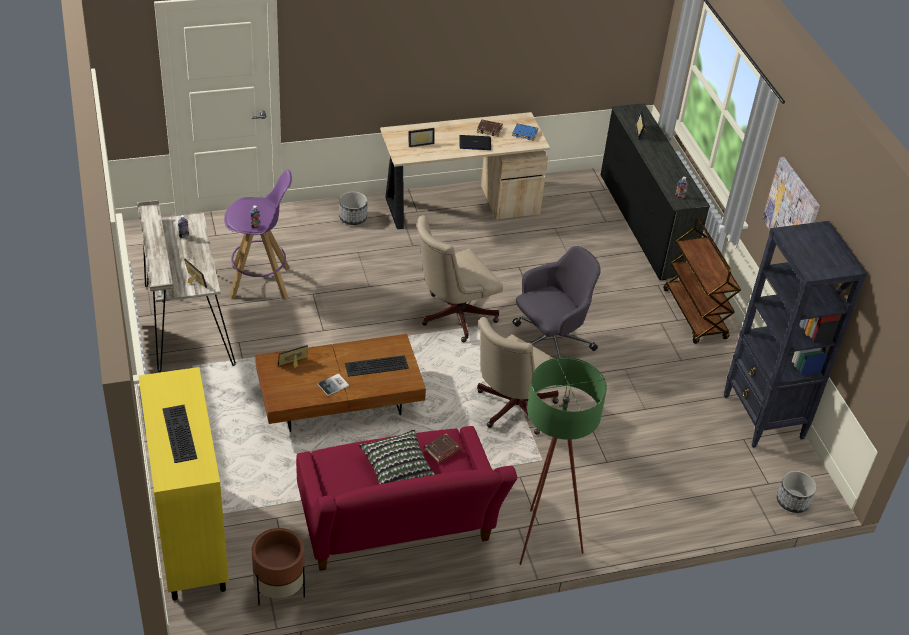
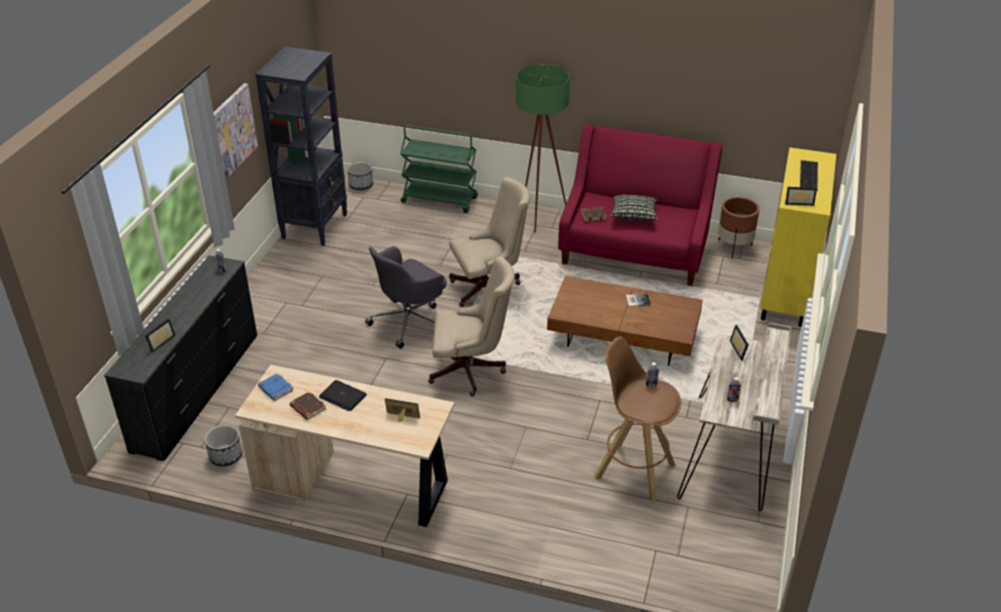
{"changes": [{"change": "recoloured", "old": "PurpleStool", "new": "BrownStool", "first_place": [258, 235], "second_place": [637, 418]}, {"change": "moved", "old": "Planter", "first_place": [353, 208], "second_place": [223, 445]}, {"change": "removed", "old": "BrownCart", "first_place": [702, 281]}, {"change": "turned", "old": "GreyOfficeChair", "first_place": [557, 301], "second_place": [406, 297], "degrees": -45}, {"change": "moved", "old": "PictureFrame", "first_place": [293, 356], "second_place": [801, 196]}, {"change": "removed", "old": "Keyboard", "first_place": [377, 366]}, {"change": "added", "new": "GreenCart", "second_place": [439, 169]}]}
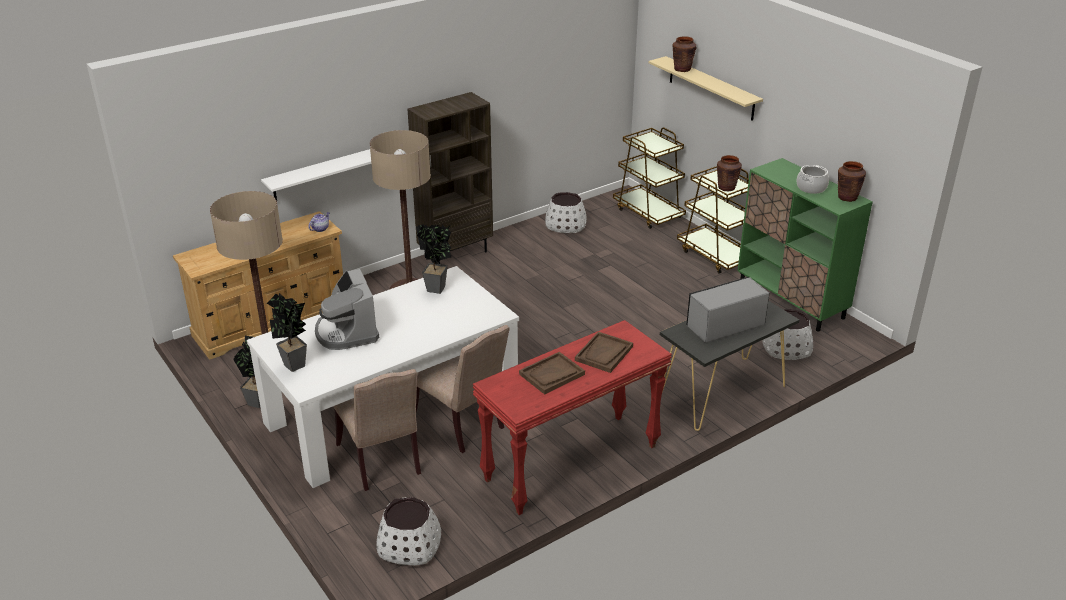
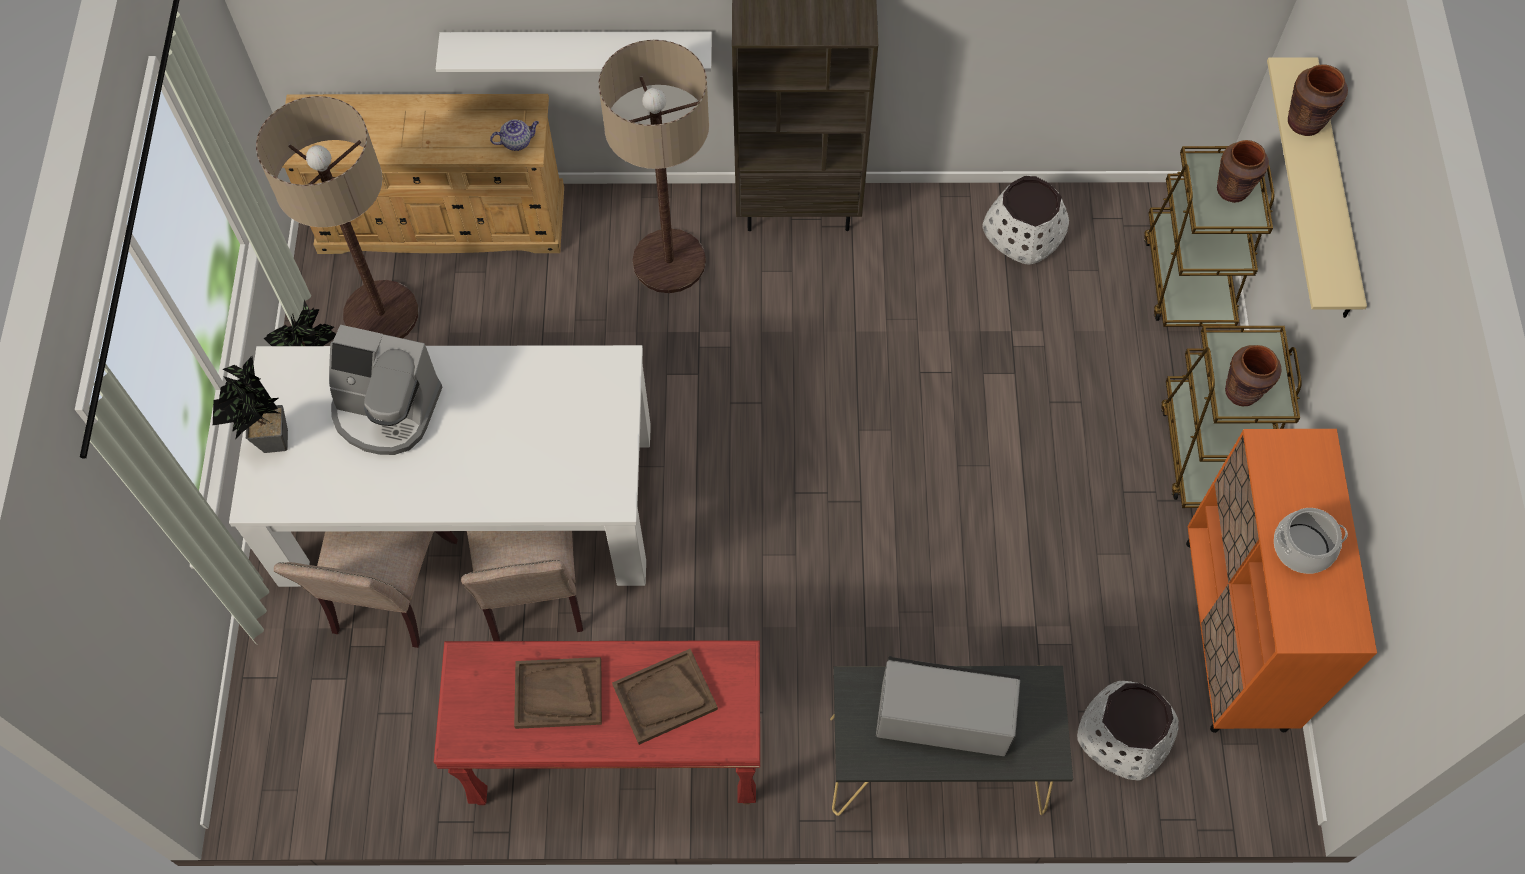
{"changes": [{"change": "recoloured", "old": "GreenCabinet", "new": "OrangeCabinet", "first_place": [805, 245], "second_place": [1281, 581]}, {"change": "moved", "old": "BrownVase", "first_place": [852, 181], "second_place": [1243, 171]}, {"change": "removed", "old": "PottedPlant", "first_place": [434, 259]}, {"change": "turned", "old": "CoffeeMachine", "first_place": [347, 309], "second_place": [385, 390], "degrees": -90}, {"change": "removed", "old": "WhitePlanter", "first_place": [408, 531]}]}
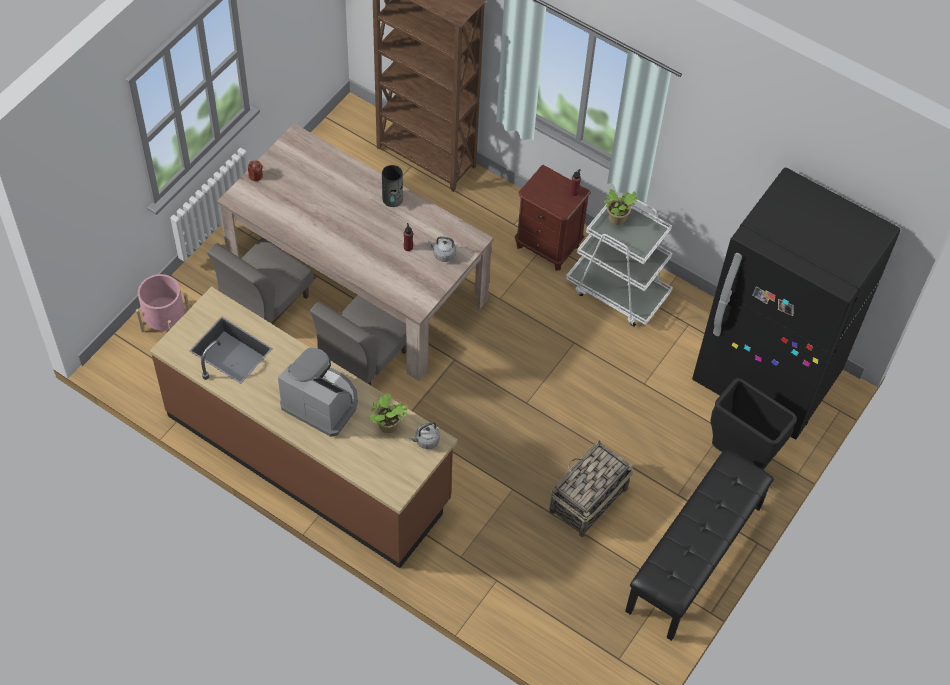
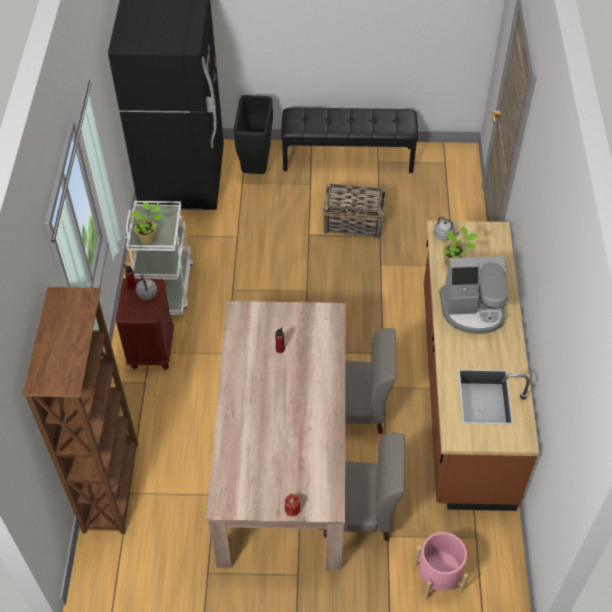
{"changes": [{"change": "removed", "old": "Vase", "first_place": [392, 186]}, {"change": "moved", "old": "GreyKettle", "first_place": [442, 249], "second_place": [146, 287]}, {"change": "turned", "old": "CoffeeMachine", "first_place": [318, 392], "second_place": [474, 295], "degrees": -90}]}
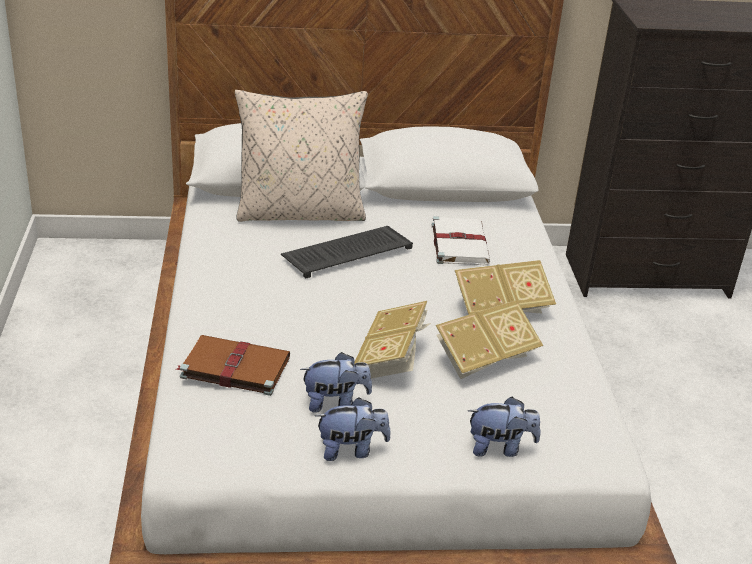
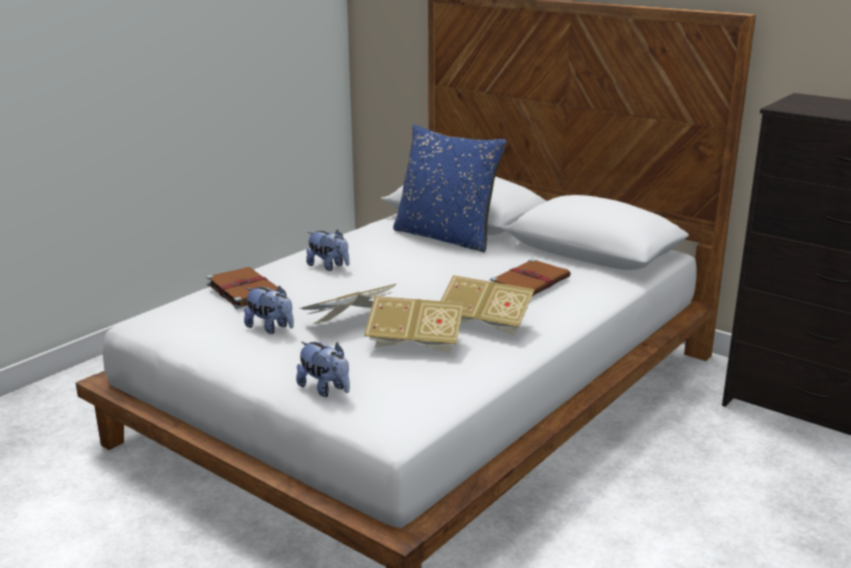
{"changes": [{"change": "recoloured", "old": "BeigePillow", "new": "BluePillow", "first_place": [301, 156], "second_place": [450, 188]}, {"change": "recoloured", "old": "WhiteBook", "new": "BrownBook", "first_place": [461, 240], "second_place": [530, 277]}, {"change": "removed", "old": "Keyboard", "first_place": [347, 252]}, {"change": "moved", "old": "PlushToy", "first_place": [352, 429], "second_place": [327, 250]}]}
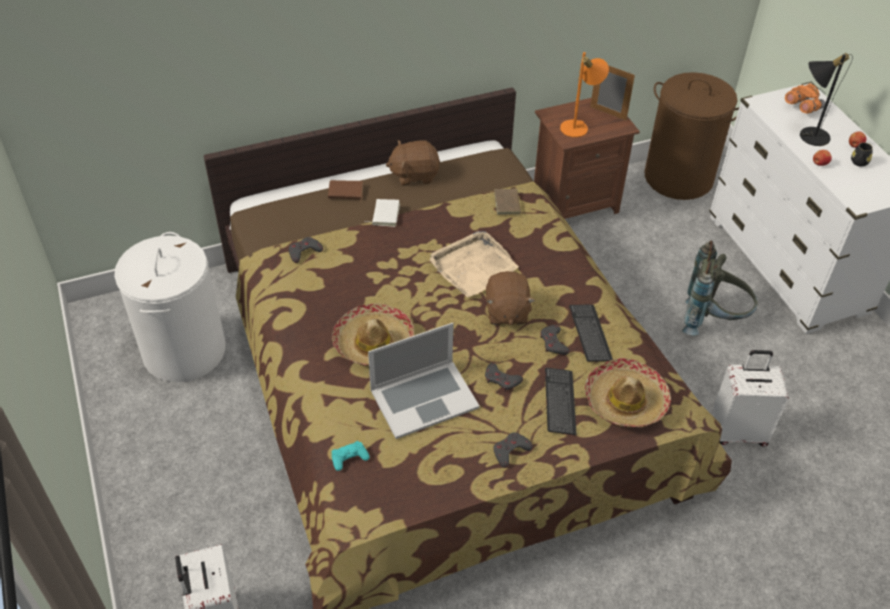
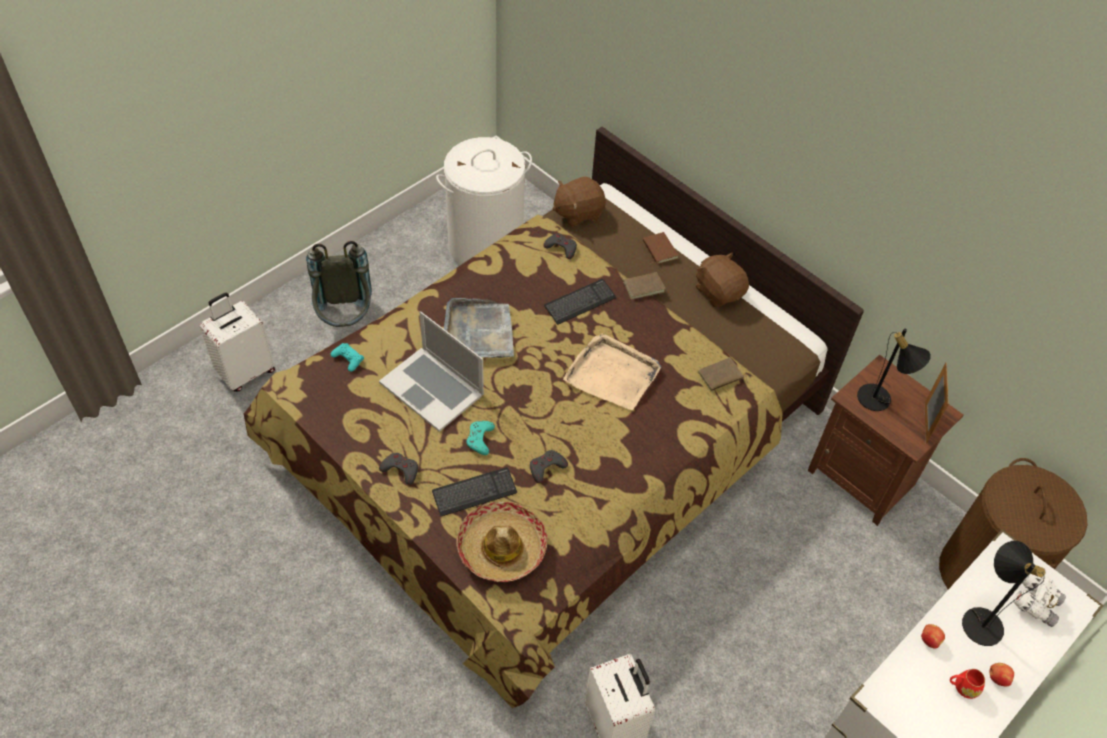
{"changes": [{"change": "recoloured", "old": "OrangeTableLamp", "new": "BlackTableLamp", "first_place": [584, 94], "second_place": [894, 369]}, {"change": "recoloured", "old": "OrangeBinoculars", "new": "WhiteBinoculars", "first_place": [805, 98], "second_place": [1039, 600]}, {"change": "recoloured", "old": "BlackMug", "new": "RedMug", "first_place": [862, 155], "second_place": [967, 684]}, {"change": "recoloured", "old": "WhiteBook", "new": "BrownBook", "first_place": [382, 213], "second_place": [643, 285]}, {"change": "moved", "old": "GreyBackpack", "first_place": [720, 287], "second_place": [339, 284]}, {"change": "moved", "old": "BrownPlushToy", "first_place": [510, 298], "second_place": [579, 202]}, {"change": "replaced", "old": "Hat", "new": "GreyTray", "first_place": [373, 334], "second_place": [479, 328]}, {"change": "moved", "old": "Keyboard", "first_place": [591, 333], "second_place": [580, 302]}, {"change": "recoloured", "old": "GreyGameController", "new": "TurquoiseGameController", "first_place": [504, 377], "second_place": [480, 438]}]}
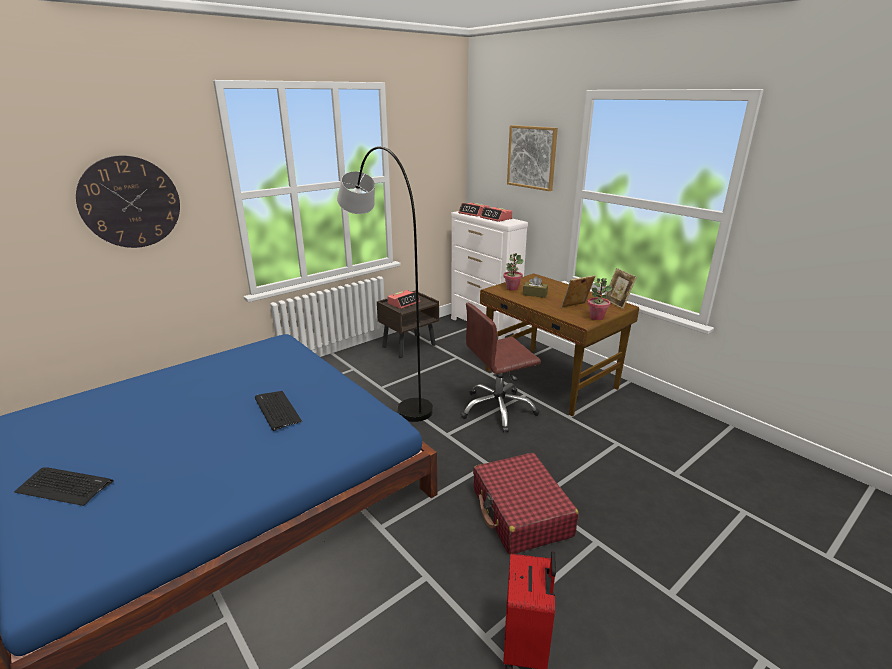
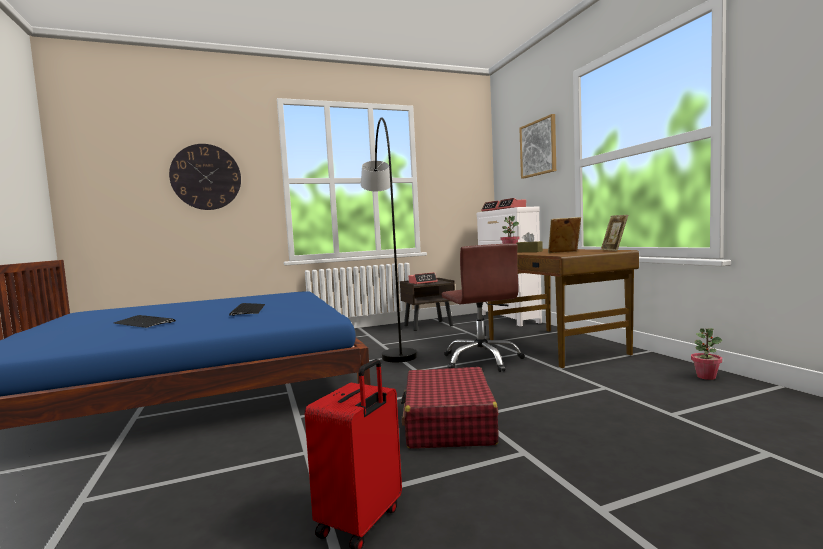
{"changes": [{"change": "moved", "old": "PottedPlant", "first_place": [599, 299], "second_place": [707, 354]}, {"change": "turned", "old": "BrownOfficeChair", "first_place": [501, 368], "second_place": [483, 307], "degrees": -105}, {"change": "moved", "old": "Keyboard", "first_place": [64, 486], "second_place": [145, 321]}]}
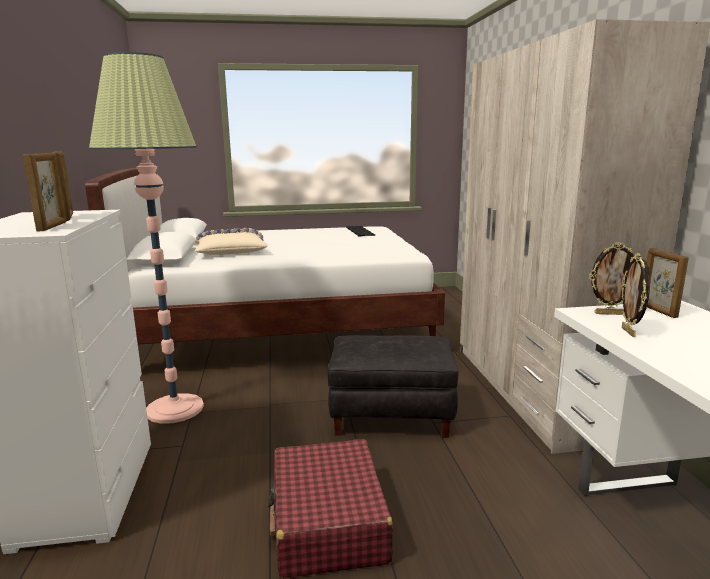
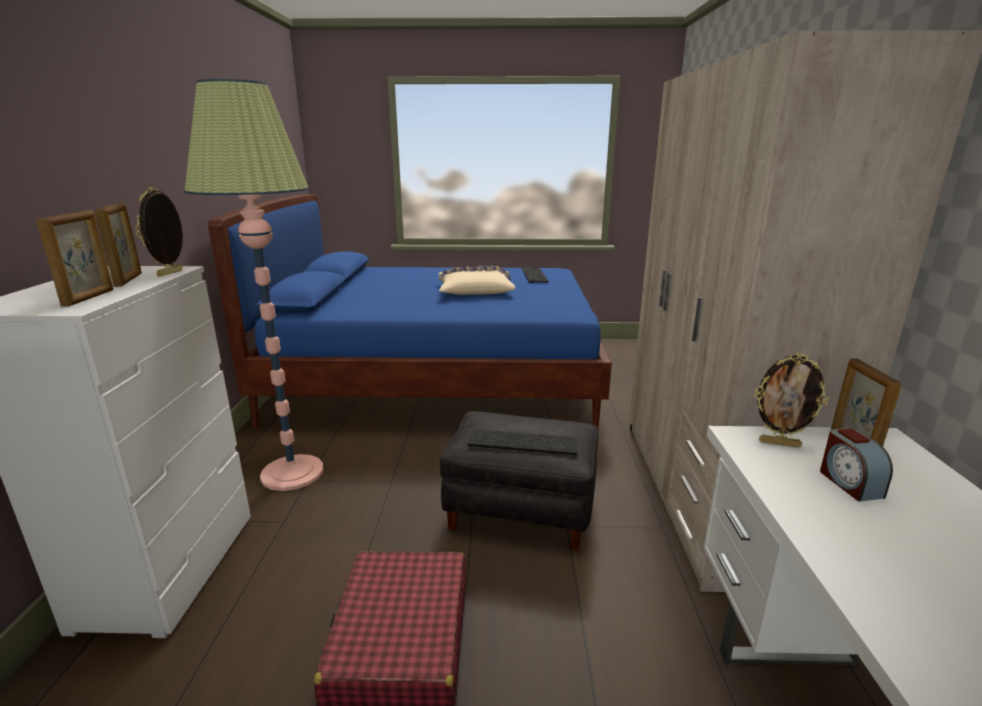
{"changes": [{"change": "recoloured", "old": "WhiteBed", "new": "BlueBed", "first_place": [265, 256], "second_place": [410, 311]}, {"change": "moved", "old": "BeigePillow", "first_place": [231, 241], "second_place": [476, 280]}, {"change": "moved", "old": "PictureFrame", "first_place": [636, 295], "second_place": [159, 232]}, {"change": "added", "new": "AlarmClock", "second_place": [856, 464]}, {"change": "added", "new": "Keyboard", "second_place": [522, 442]}]}
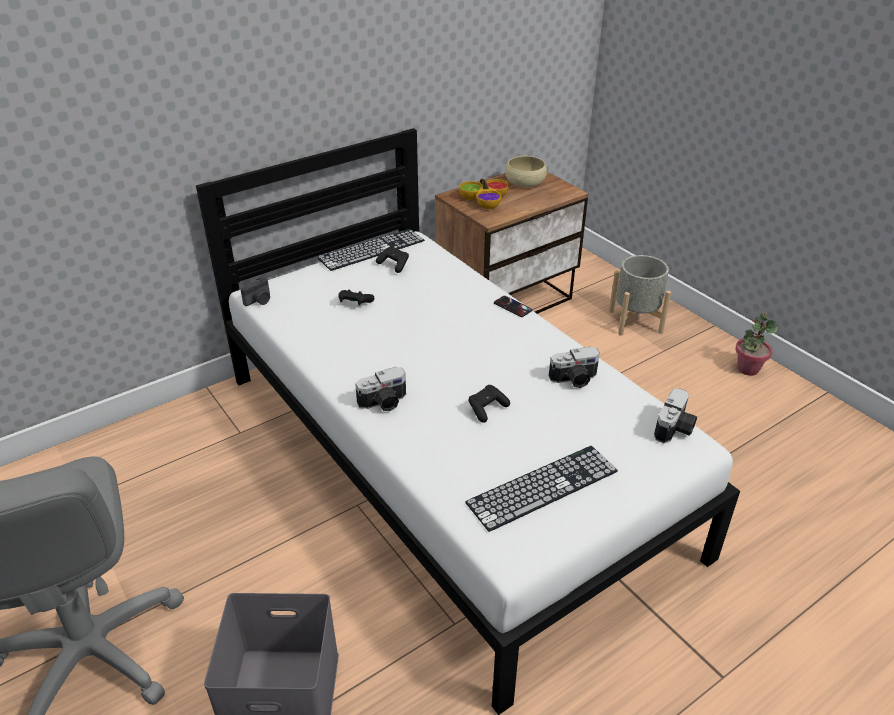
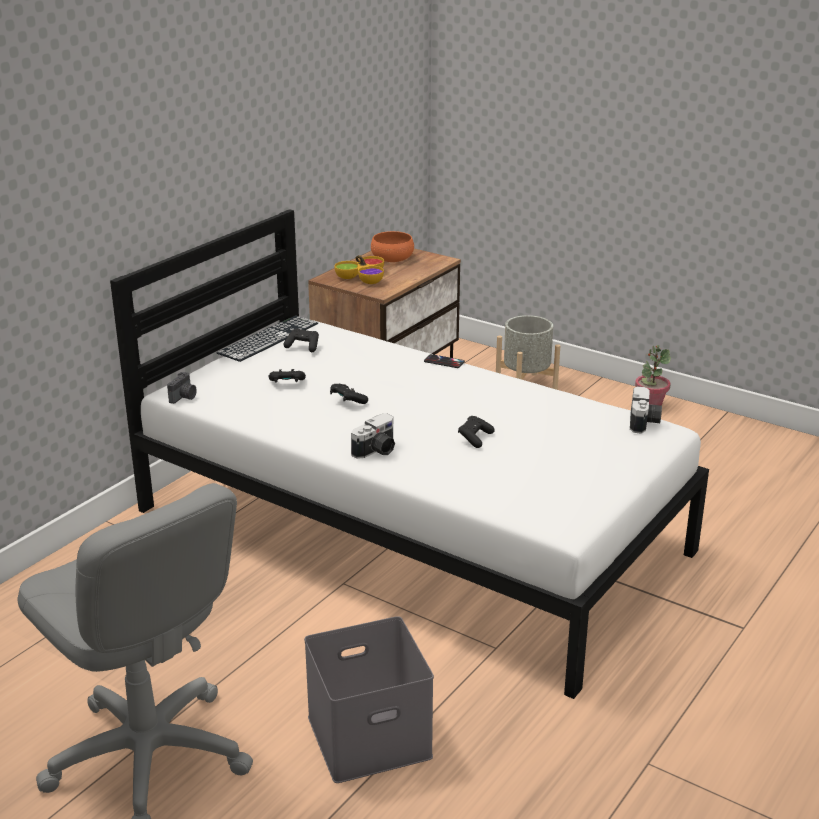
{"changes": [{"change": "recoloured", "old": "BeigeBowl", "new": "OrangeBowl", "first_place": [526, 171], "second_place": [392, 246]}, {"change": "removed", "old": "PhotoCamera", "first_place": [574, 367]}, {"change": "removed", "old": "Keyboard", "first_place": [541, 489]}, {"change": "added", "new": "BlackGameController", "second_place": [349, 394]}]}
